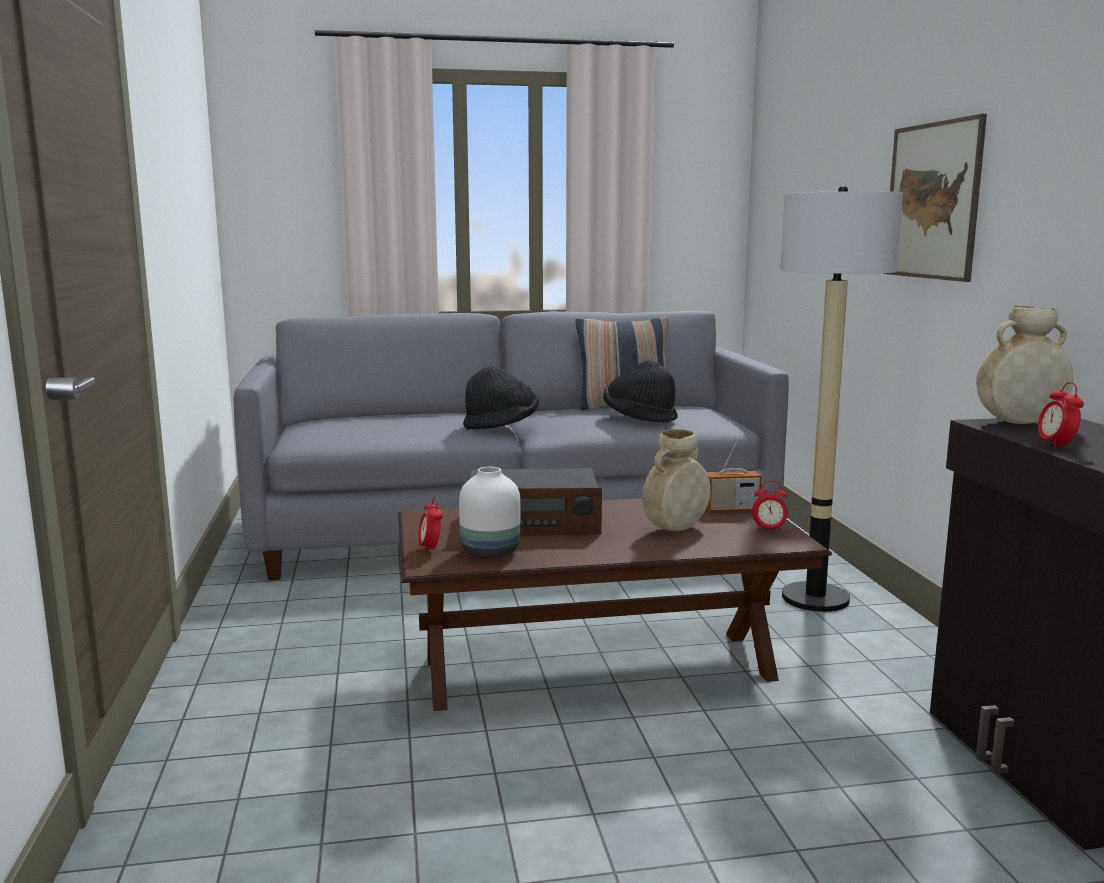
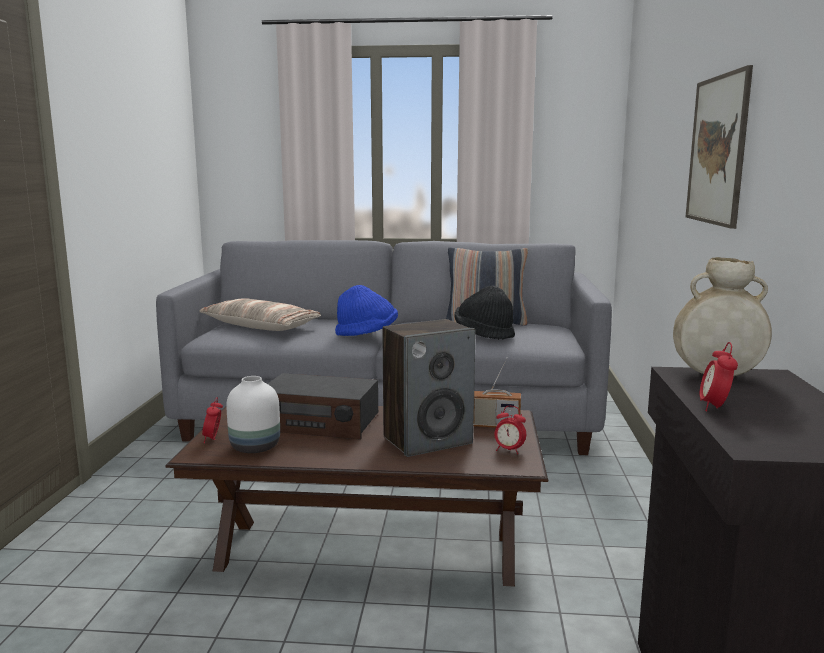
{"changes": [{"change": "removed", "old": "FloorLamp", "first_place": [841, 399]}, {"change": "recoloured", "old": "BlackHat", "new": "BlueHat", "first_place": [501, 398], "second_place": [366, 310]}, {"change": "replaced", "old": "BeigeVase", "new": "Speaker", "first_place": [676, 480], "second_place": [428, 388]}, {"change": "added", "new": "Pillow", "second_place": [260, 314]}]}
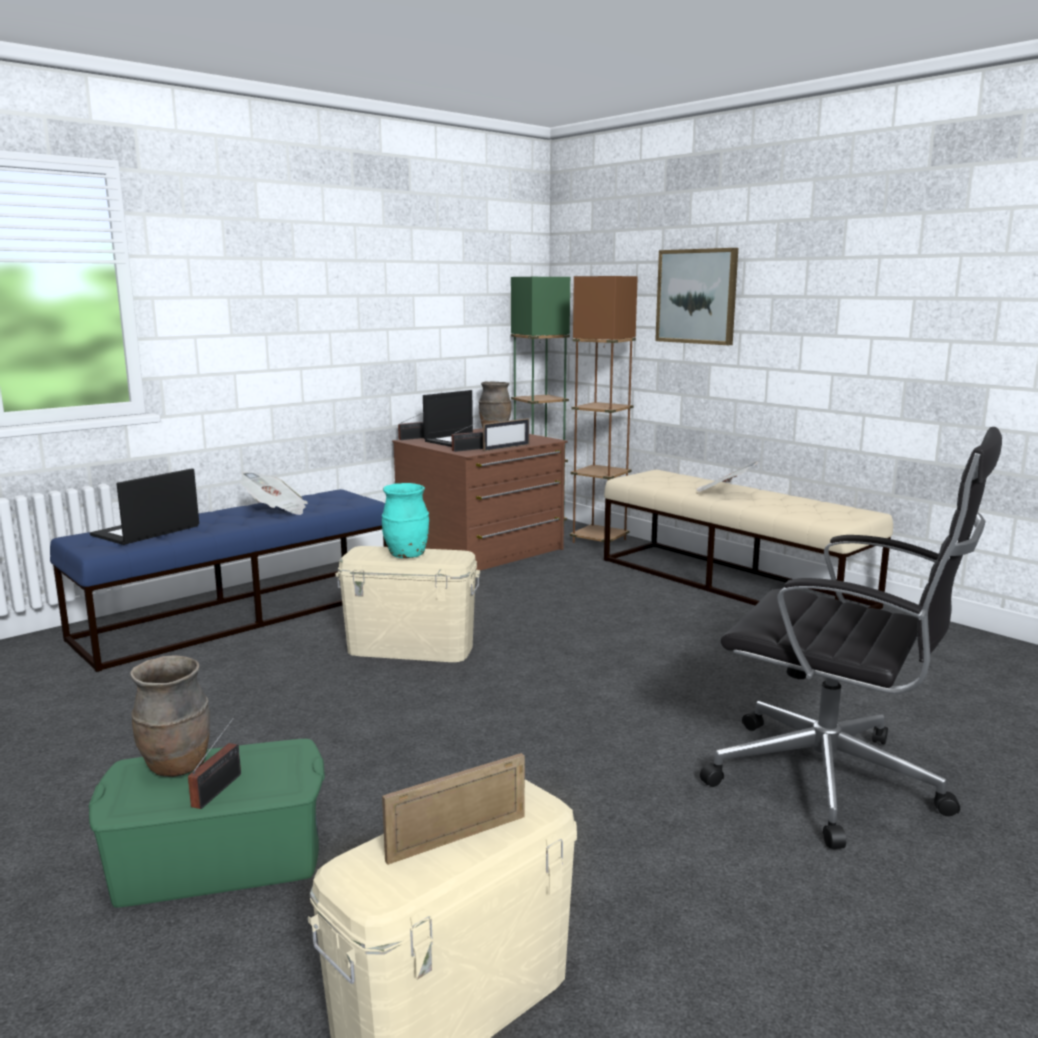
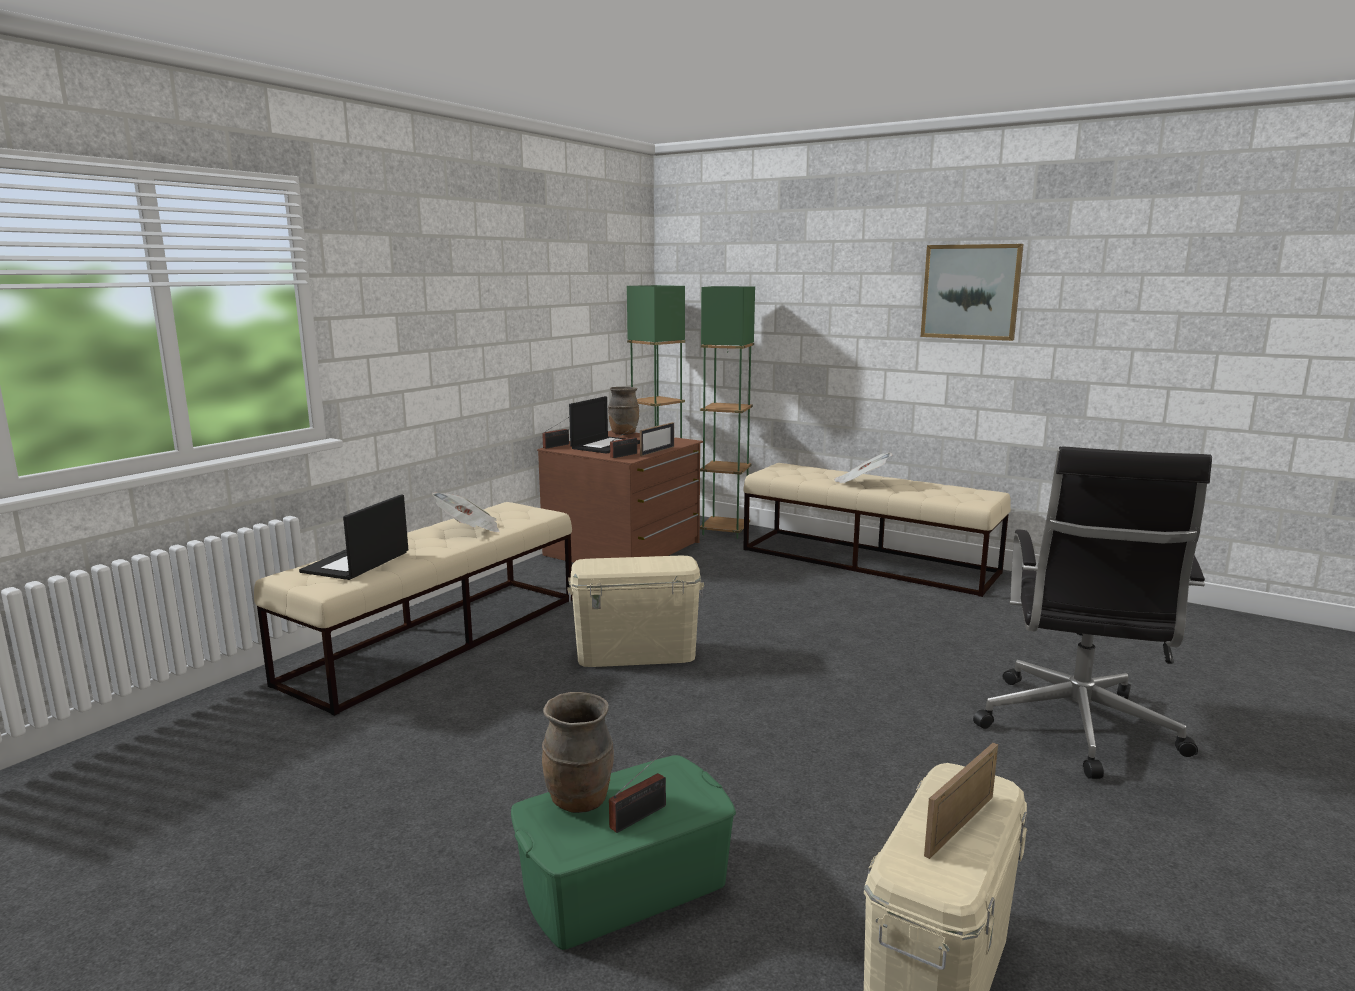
{"changes": [{"change": "moved", "old": "Picture", "first_place": [696, 296], "second_place": [972, 292]}, {"change": "recoloured", "old": "BrownFloorLamp", "new": "GreenFloorLamp", "first_place": [604, 409], "second_place": [727, 412]}, {"change": "turned", "old": "BlackOfficeChair", "first_place": [851, 638], "second_place": [1092, 612], "degrees": 90}, {"change": "removed", "old": "TurquoiseVase", "first_place": [405, 520]}, {"change": "recoloured", "old": "BlueBench", "new": "BeigeBench", "first_place": [219, 580], "second_place": [413, 609]}, {"change": "turned", "old": "Radio", "first_place": [214, 762], "second_place": [638, 791], "degrees": 45}]}
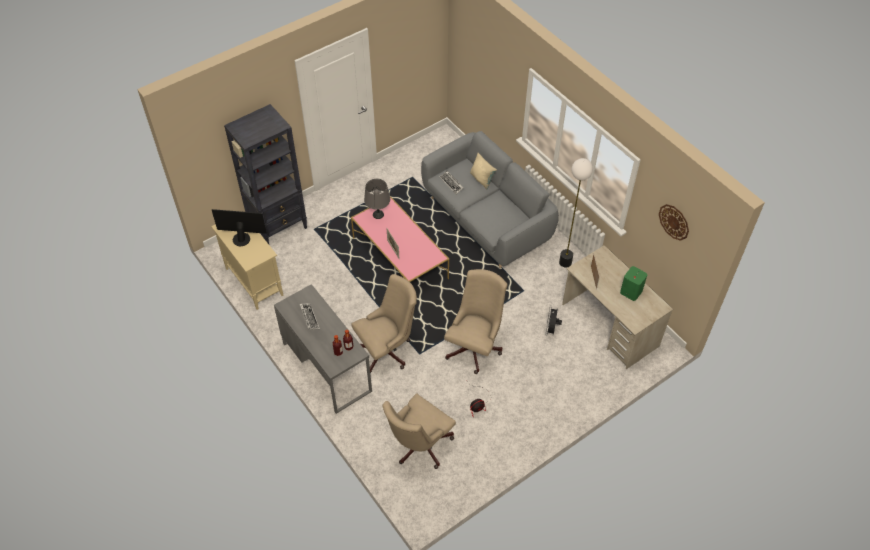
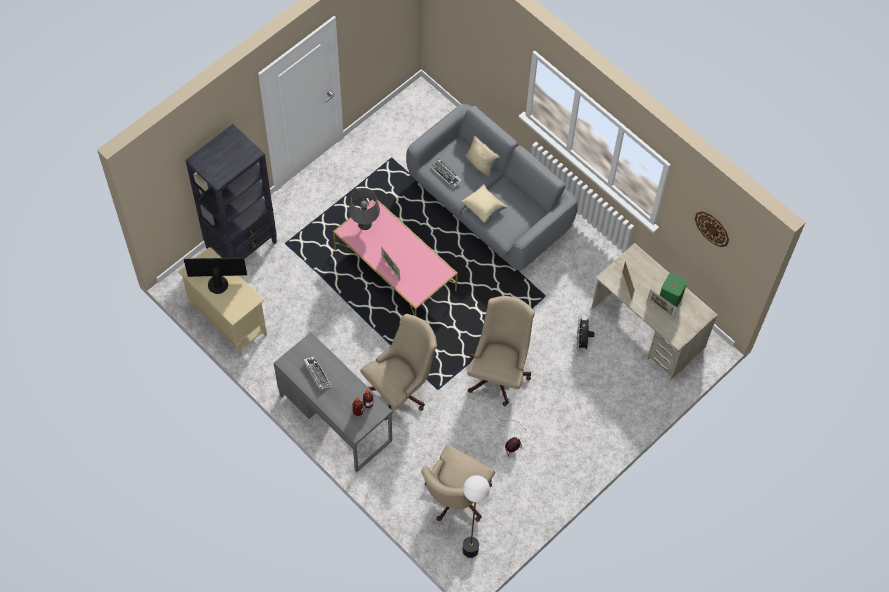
{"changes": [{"change": "moved", "old": "FloorLamp", "first_place": [576, 213], "second_place": [476, 516]}, {"change": "added", "new": "BeigePillow", "second_place": [485, 203]}, {"change": "added", "new": "PictureFrame", "second_place": [662, 304]}]}
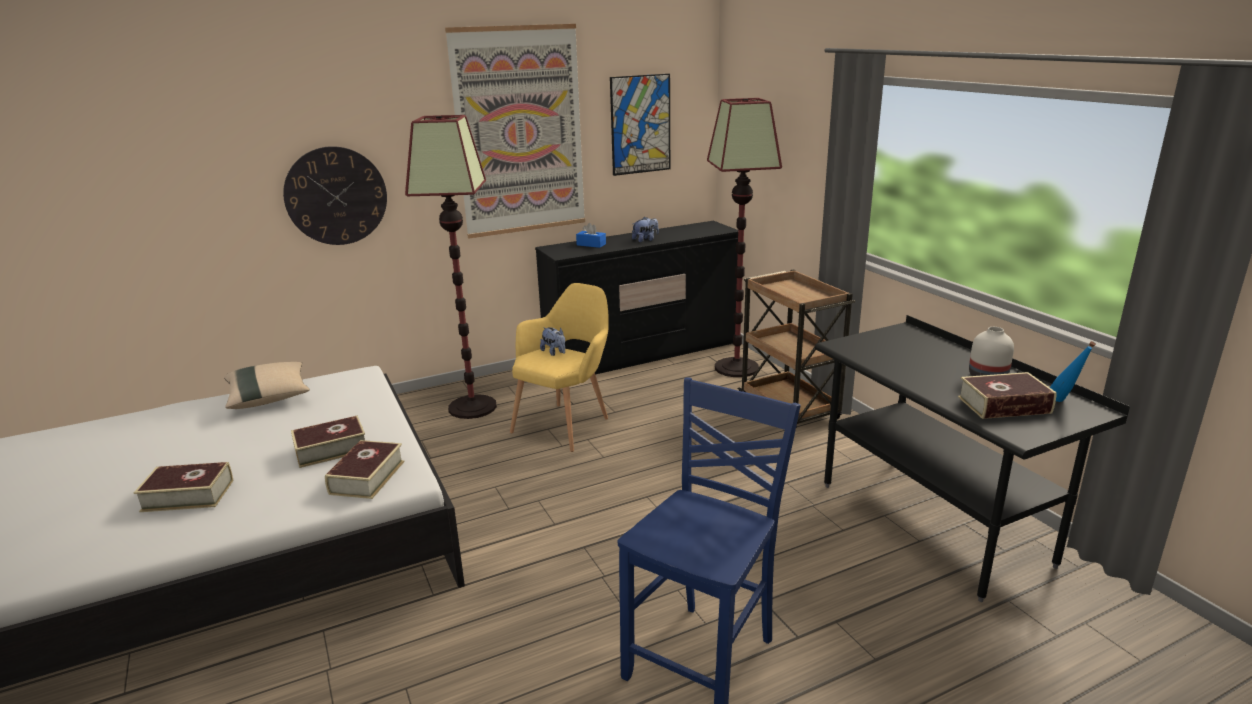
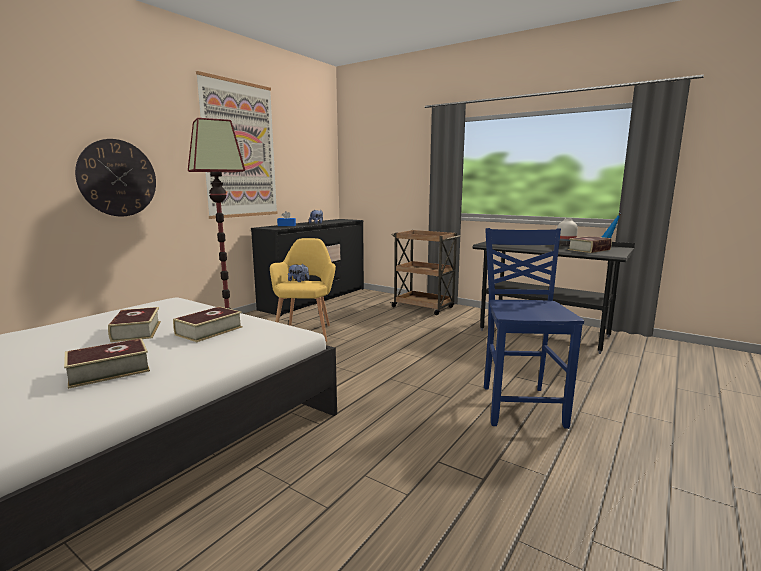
{"changes": [{"change": "removed", "old": "Picture", "first_place": [640, 125]}, {"change": "removed", "old": "FloorLamp", "first_place": [744, 237]}, {"change": "removed", "old": "BeigePillow", "first_place": [267, 385]}, {"change": "moved", "old": "Book", "first_place": [365, 469], "second_place": [134, 324]}]}
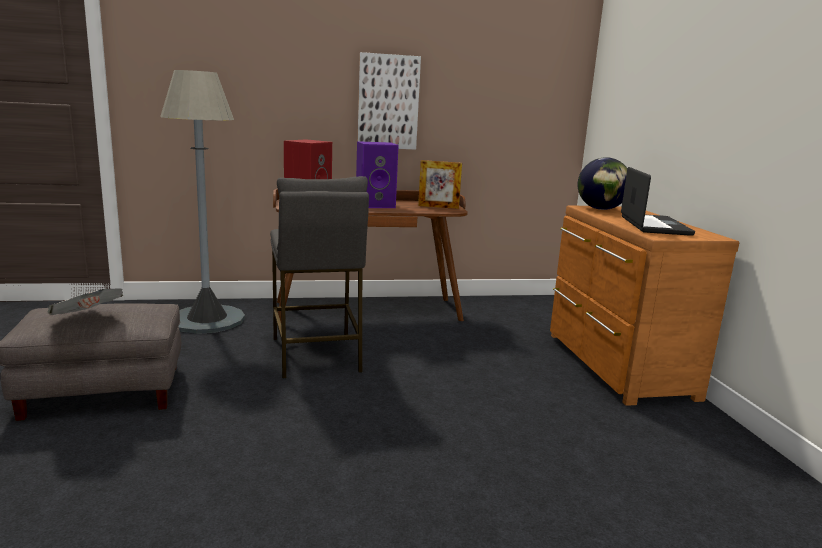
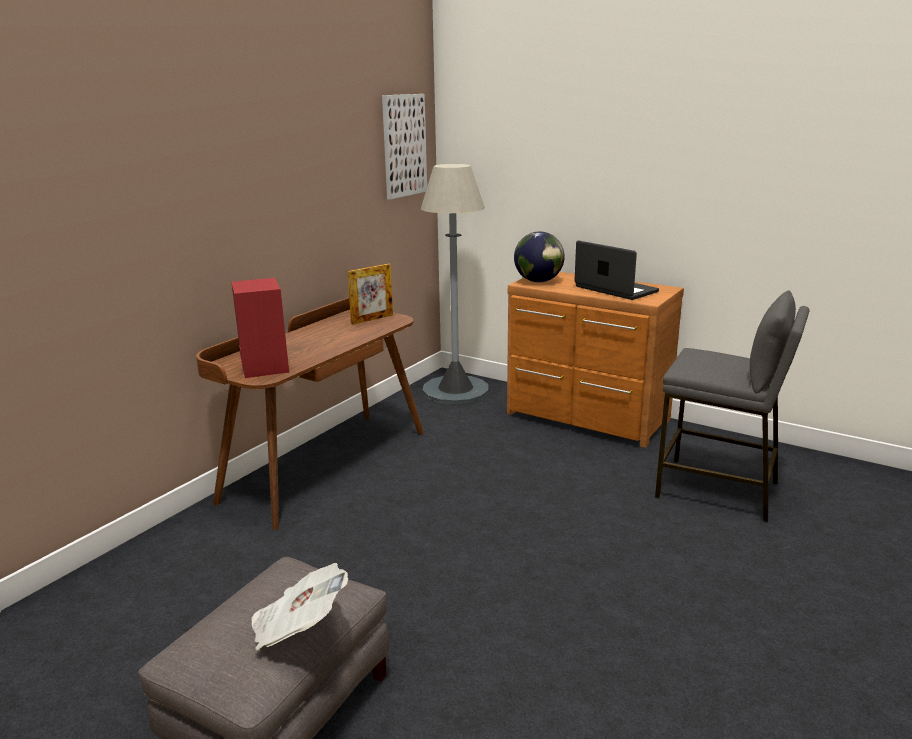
{"changes": [{"change": "moved", "old": "Picture", "first_place": [389, 101], "second_place": [404, 147]}, {"change": "moved", "old": "GreyFloorLamp", "first_place": [202, 202], "second_place": [454, 284]}, {"change": "removed", "old": "PurpleSpeaker", "first_place": [377, 174]}, {"change": "moved", "old": "GreyStool", "first_place": [319, 277], "second_place": [732, 406]}]}
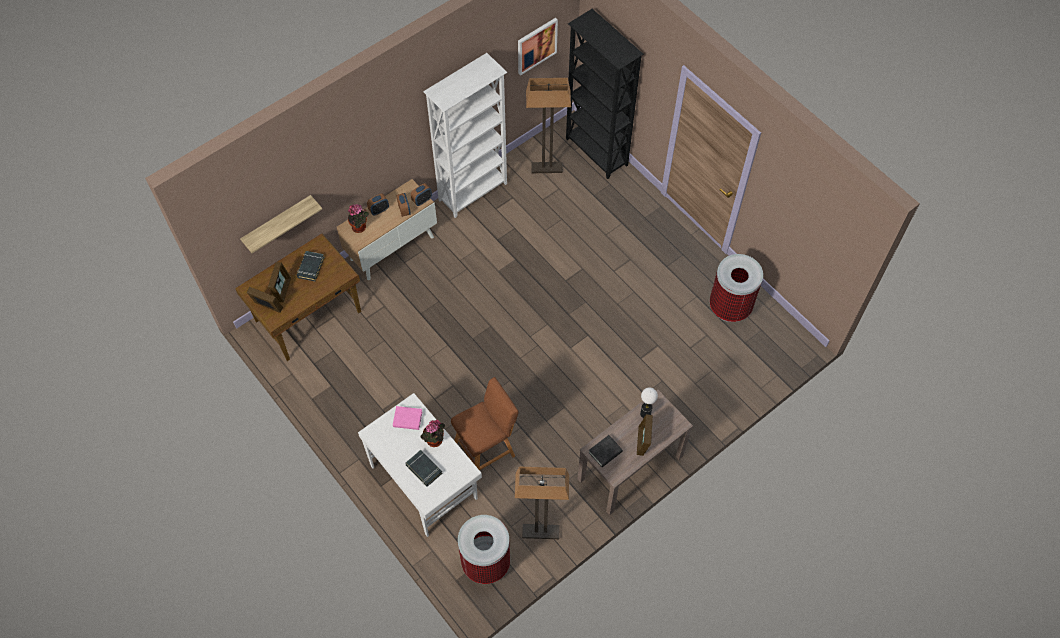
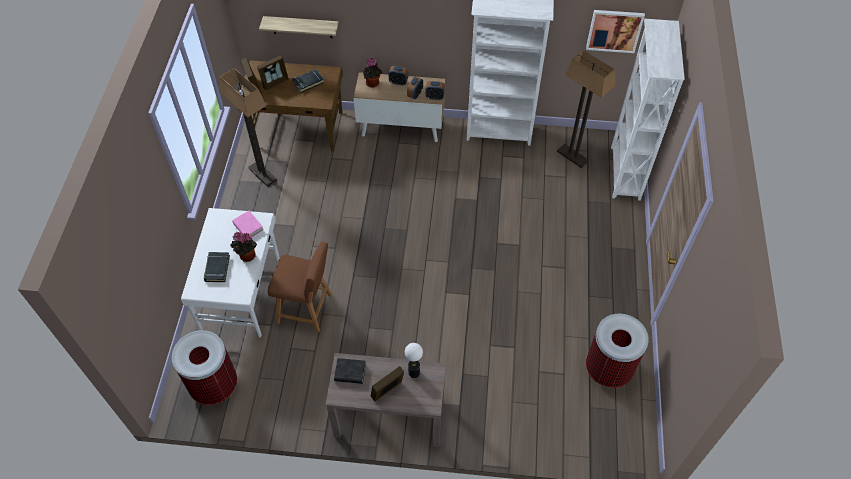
{"changes": [{"change": "recoloured", "old": "BlackBookcase", "new": "WhiteBookcase", "first_place": [605, 94], "second_place": [648, 110]}, {"change": "moved", "old": "FloorLamp", "first_place": [542, 502], "second_place": [248, 127]}]}
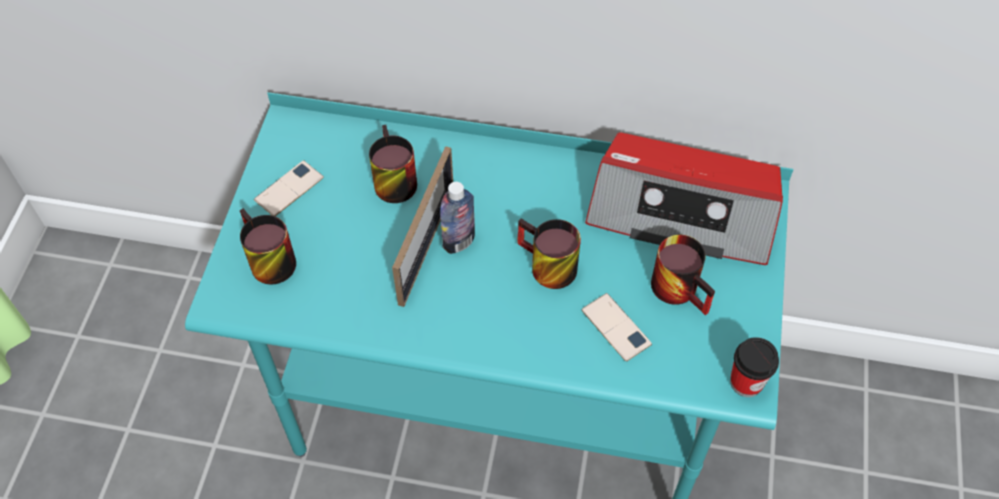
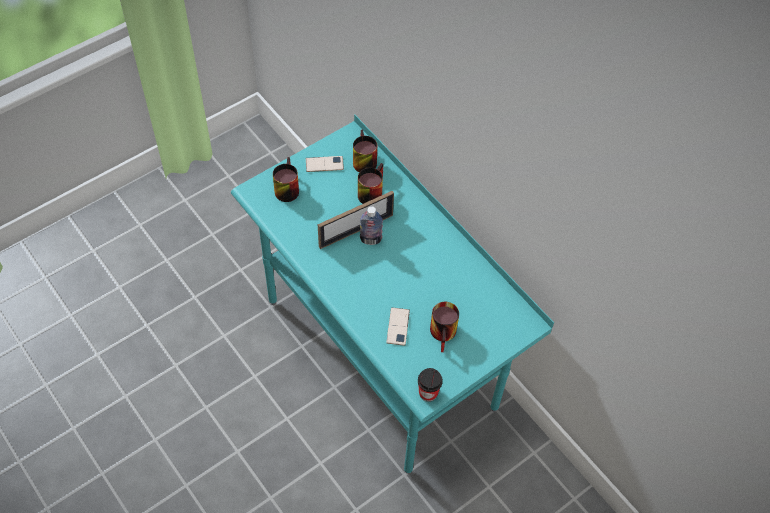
{"changes": [{"change": "removed", "old": "Radio", "first_place": [684, 199]}, {"change": "moved", "old": "Mug", "first_place": [549, 253], "second_place": [365, 151]}]}
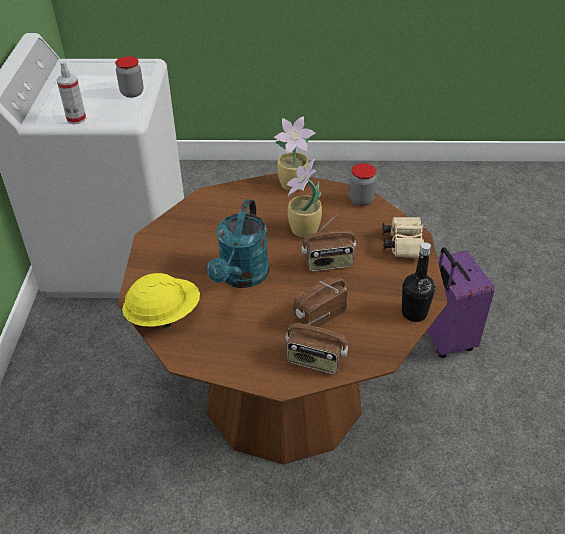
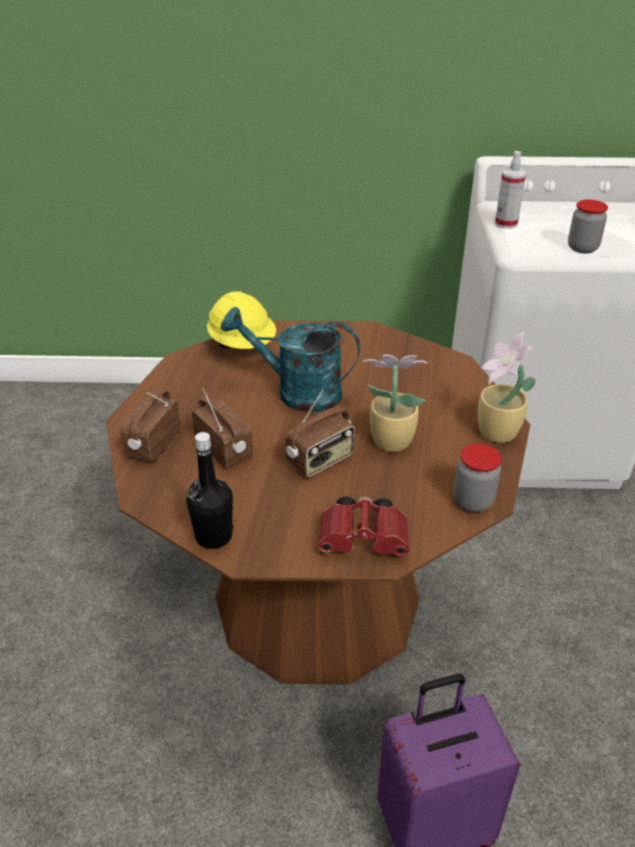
{"changes": [{"change": "turned", "old": "Radio", "first_place": [328, 243], "second_place": [320, 433], "degrees": -120}, {"change": "recoloured", "old": "BeigeBinoculars", "new": "RedBinoculars", "first_place": [404, 237], "second_place": [364, 526]}]}
